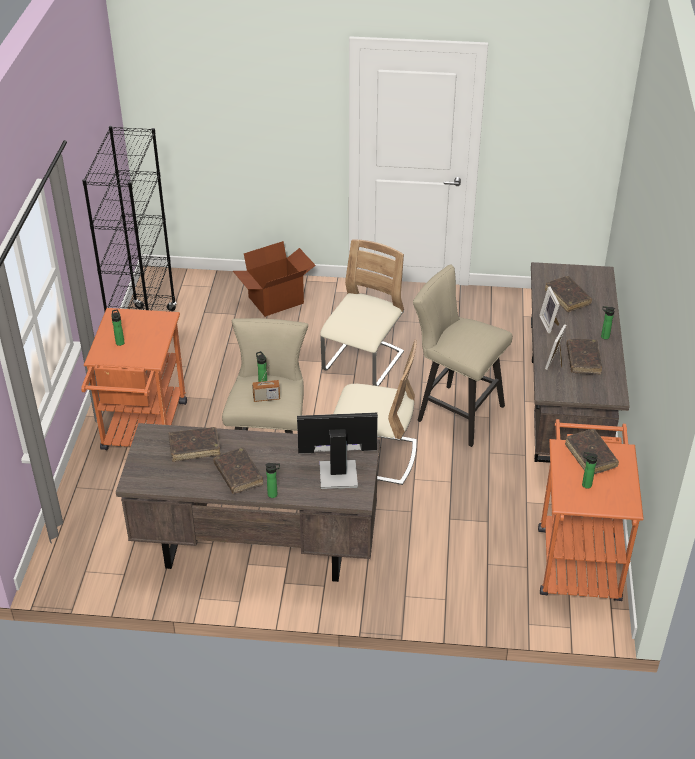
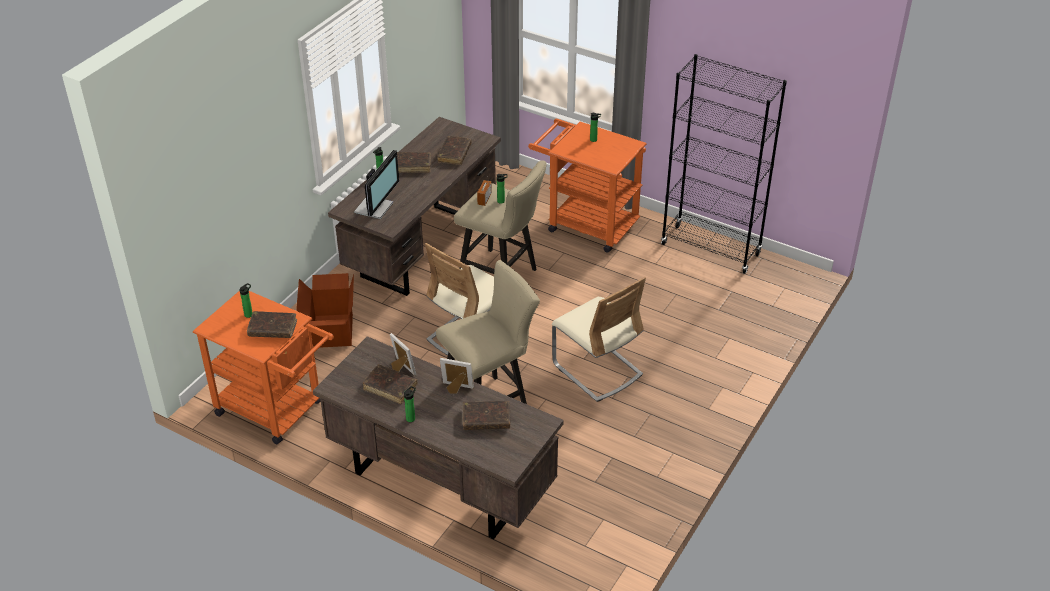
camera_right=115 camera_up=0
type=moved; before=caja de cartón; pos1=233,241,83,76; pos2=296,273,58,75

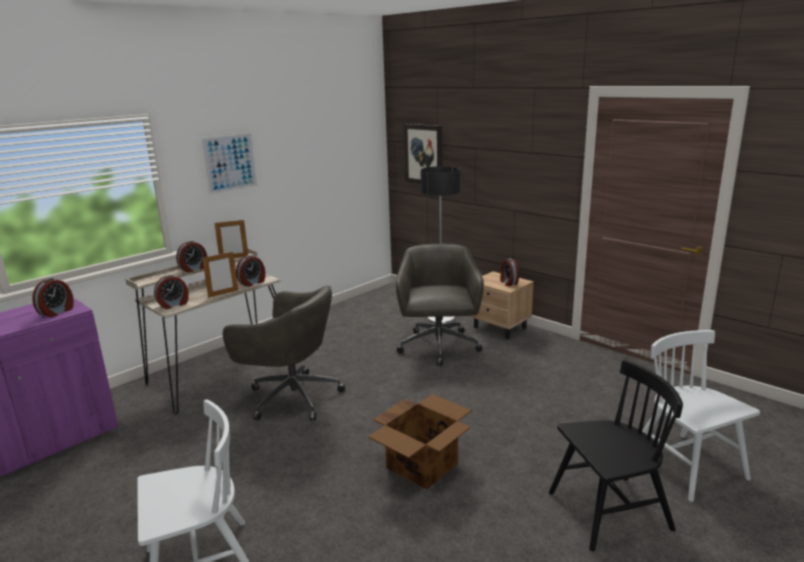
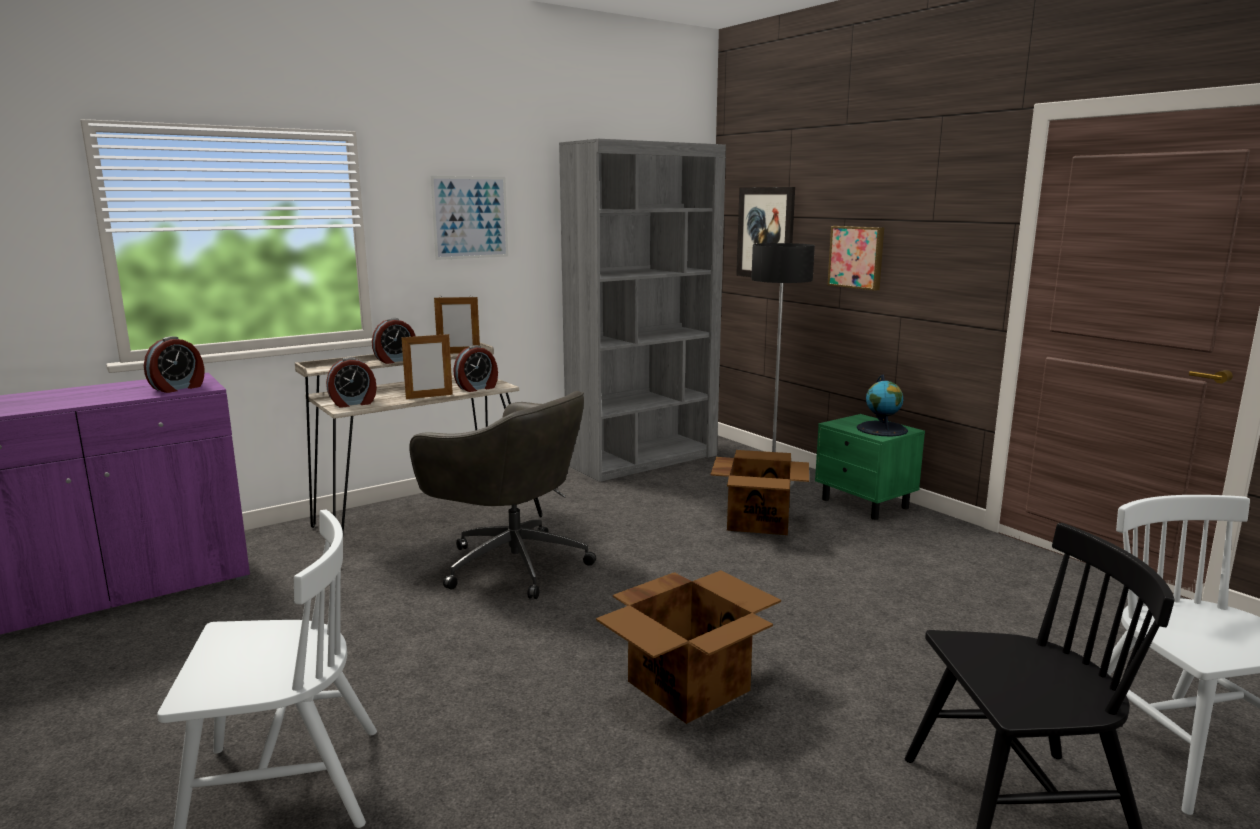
camera_right=10 camera_up=-5
type=replaced; before=silla de oficina [gris]; after=caja de cartón; pos1=396,244,88,122; pos2=710,450,99,85
type=recoloured; before=mesita de noche [beis]; after=mesita de noche [verde]; pos1=469,271,65,68; pos2=815,414,110,106
type=replaced; before=despertador; after=globo terráqueo; pos1=500,258,19,28; pos2=857,375,51,62
type=added; after=estantería [gris]; pos2=559,139,167,343
type=added; after=cuadro; pos2=827,226,57,65

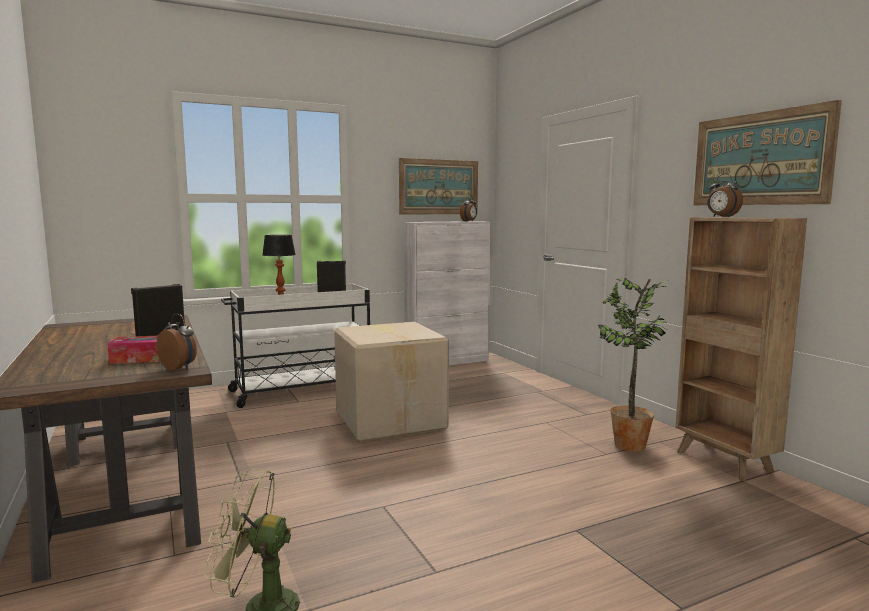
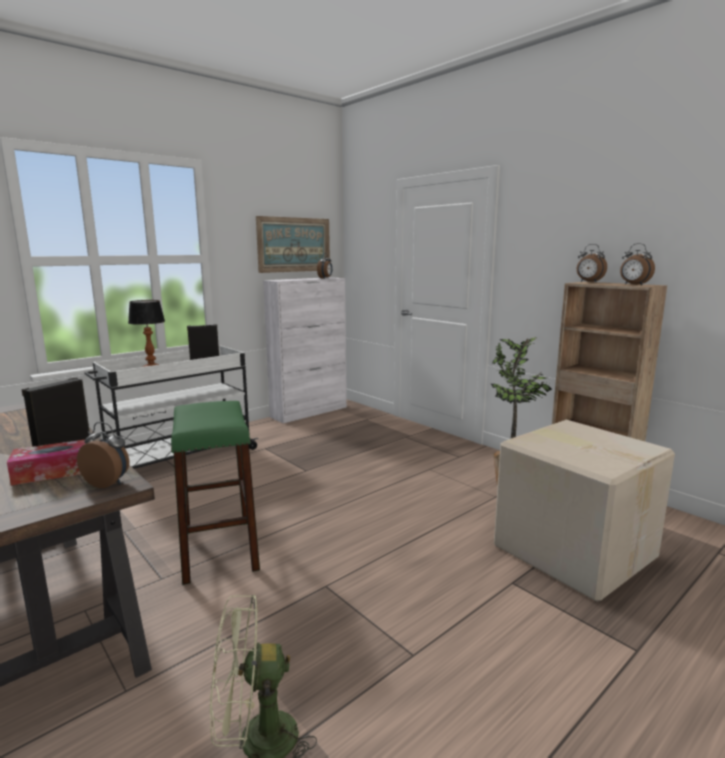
camera_right=-15 camera_up=5
type=moved; before=caja de cartón; pos1=334,322,115,120; pos2=494,420,181,182
type=removed; before=cuadro; pos1=693,100,149,105
type=added; after=taburete [verde]; pos2=171,401,89,184
type=added; after=despertador; pos2=620,243,35,42

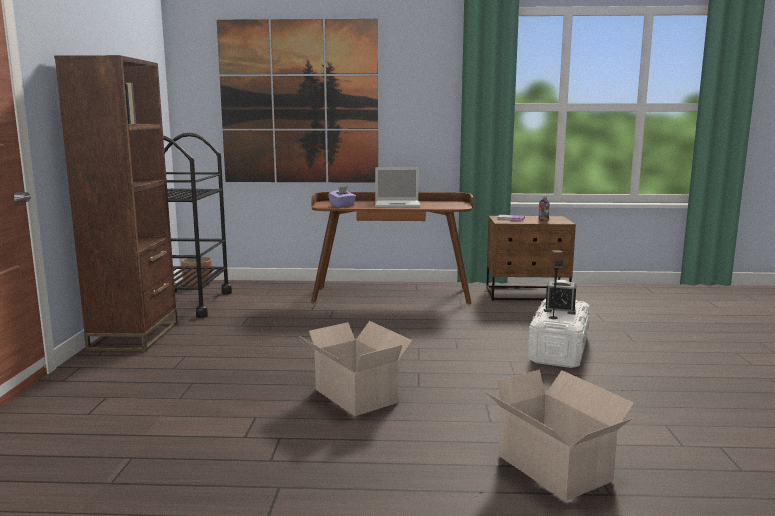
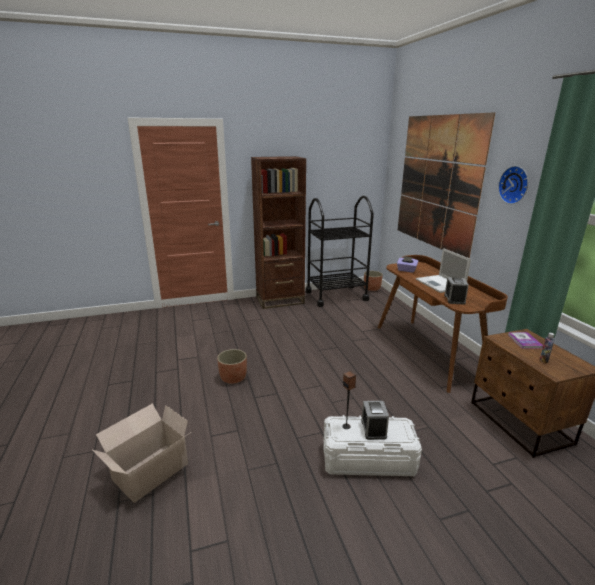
camera_right=70 camera_up=10
type=replaced; before=caja de cartón; after=maceta; pos1=300,321,113,95; pos2=217,349,30,35
type=added; after=despertador; pos2=444,277,25,28
type=added; after=reloj de pared; pos2=498,166,30,38

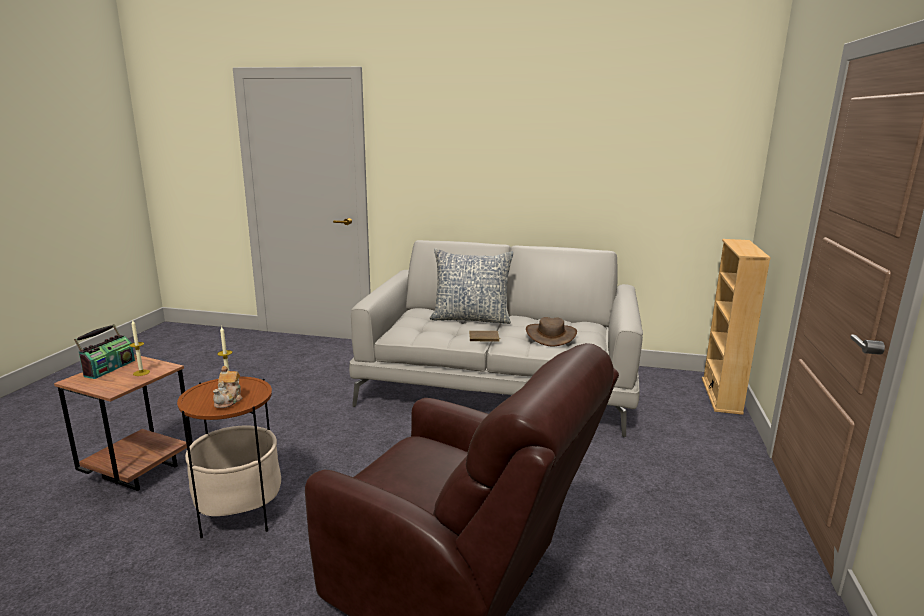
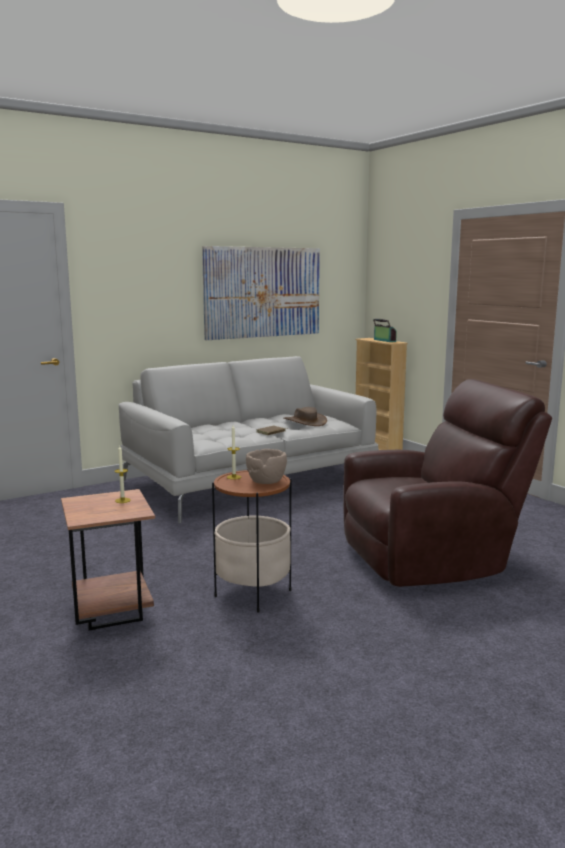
camera_right=-45 camera_up=-5
type=moved; before=radio; pos1=74,324,61,55; pos2=373,319,24,23
type=replaced; before=tetera; after=cuenco [marrón]; pos1=213,366,29,42; pos2=246,449,41,35
type=removed; before=cojín; pos1=430,249,84,75
type=added; after=cuadro; pos2=202,246,118,94

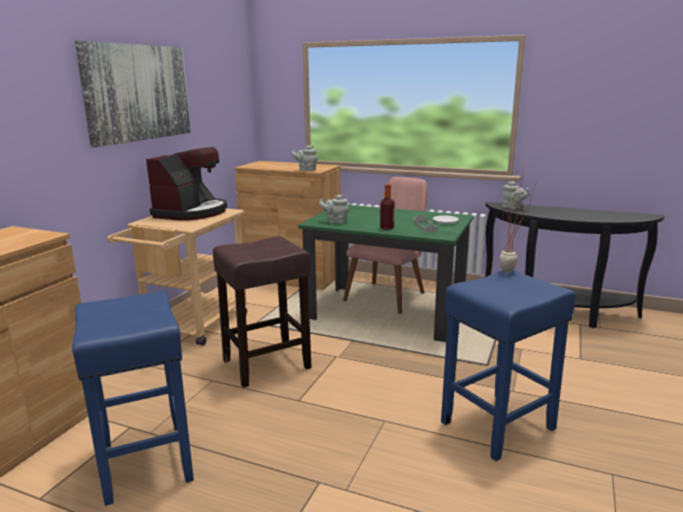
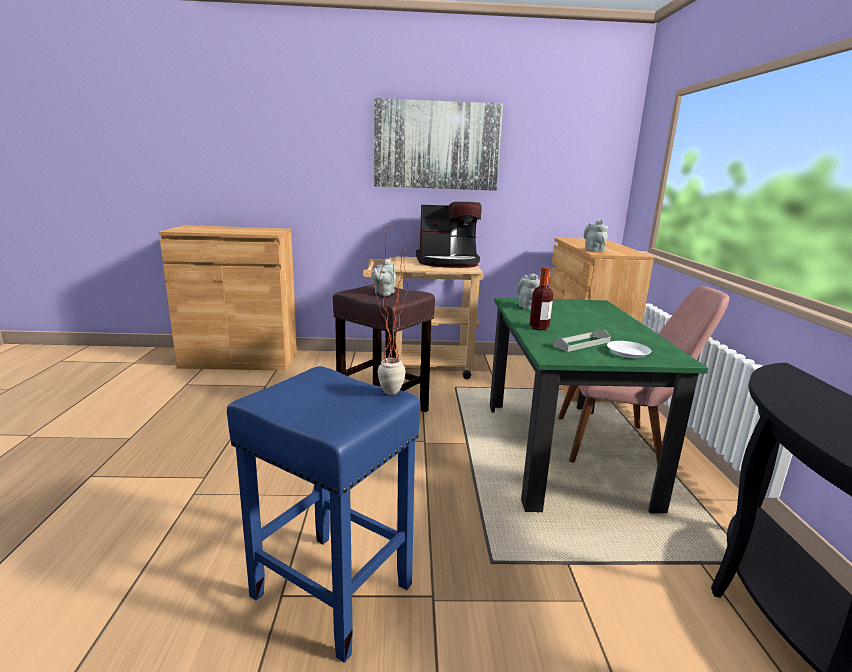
camera_right=65 camera_up=0
type=removed; before=taburete [azul]; pos1=72,291,122,215
type=moved; before=tetera [gris]; pos1=502,181,29,29; pos2=371,259,25,37

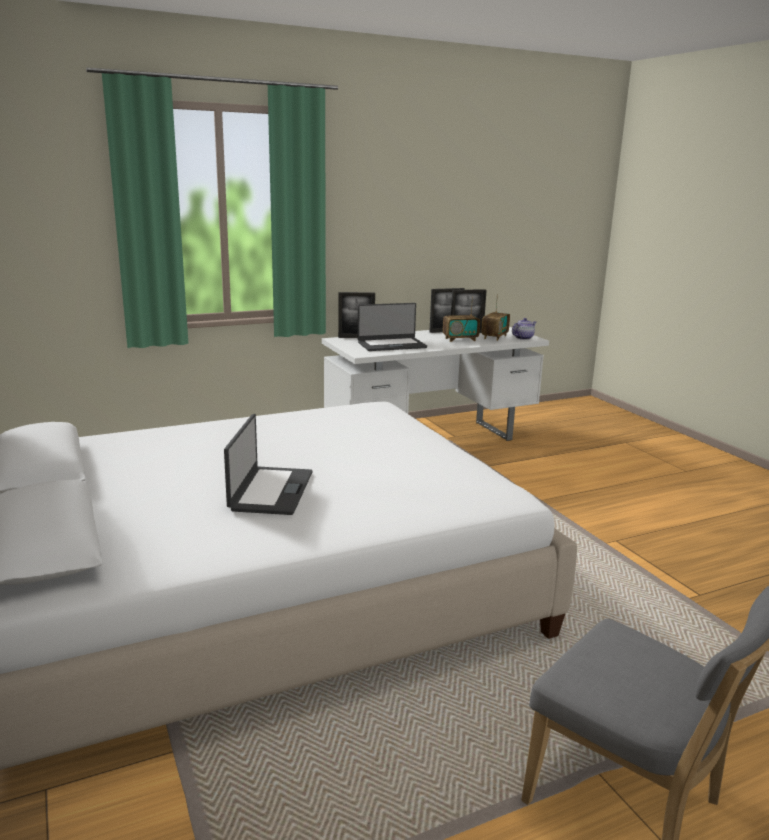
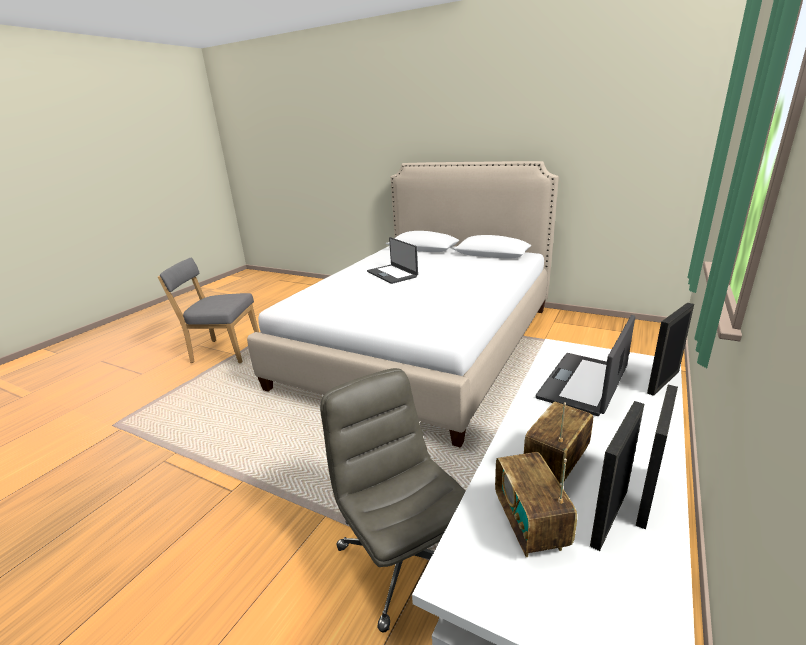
camera_right=145 camera_up=5
type=removed; before=tetera; pos1=512,318,24,22
type=added; after=silla de oficina [gris]; pos2=320,368,146,265

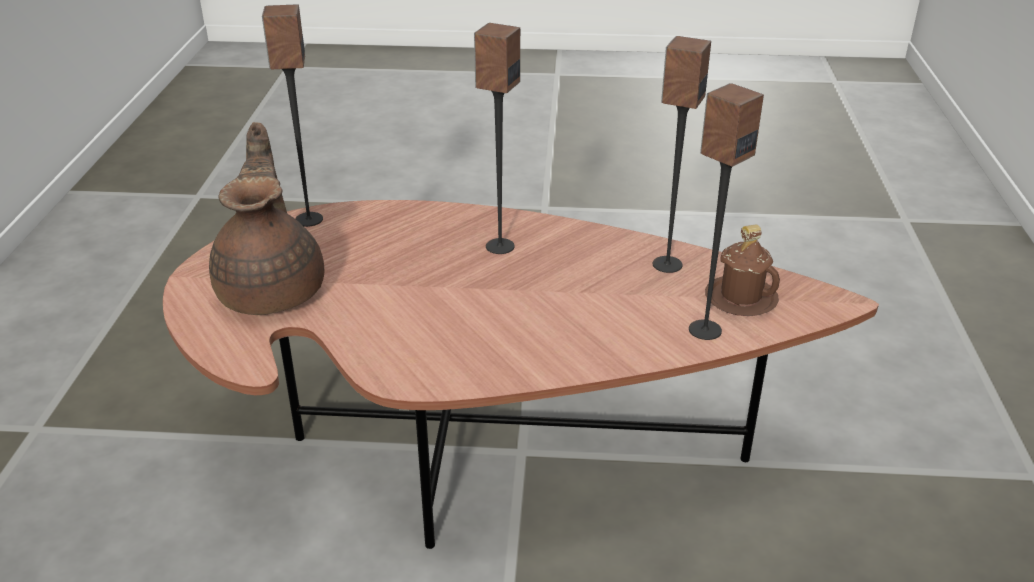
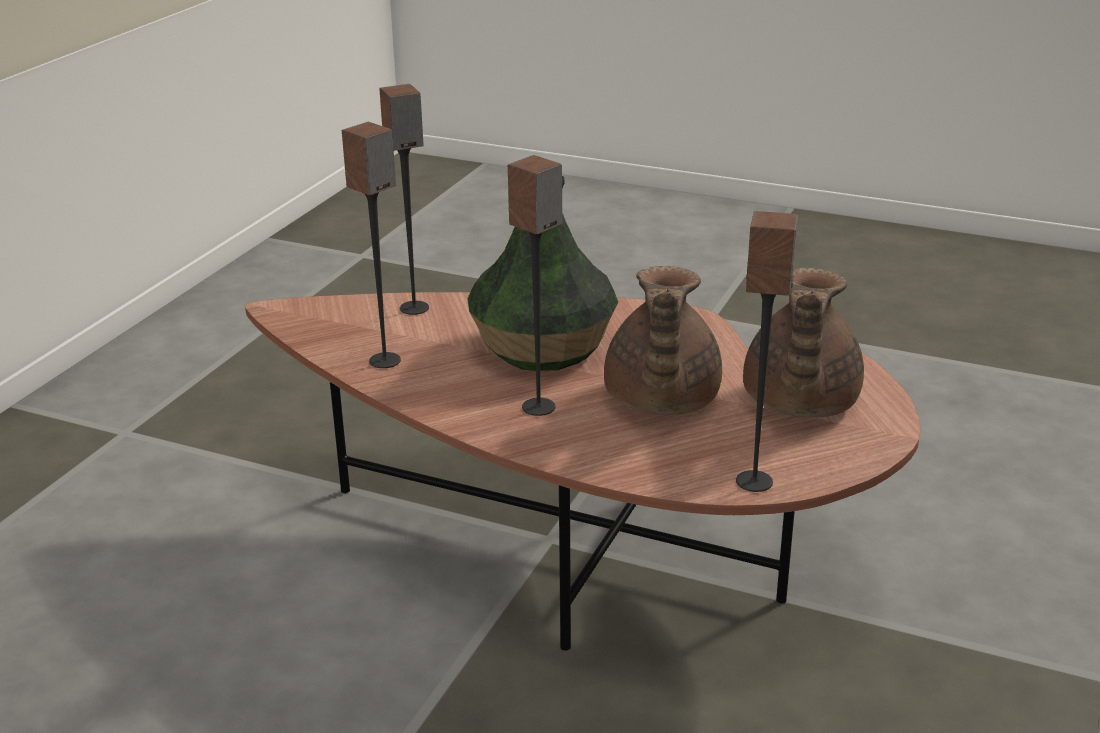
camera_right=-160 camera_up=-5
type=removed; before=taza grande [marrón]; pos1=705,224,75,92
type=added; after=florero; pos2=467,176,151,195
type=added; after=tetera [marrón]; pos2=604,266,118,149

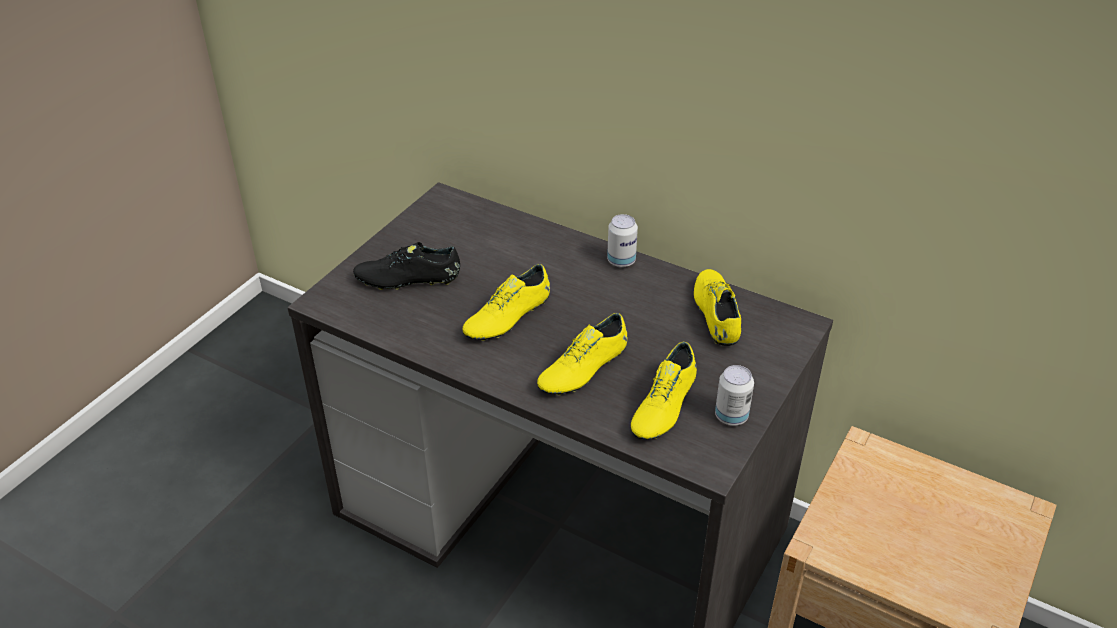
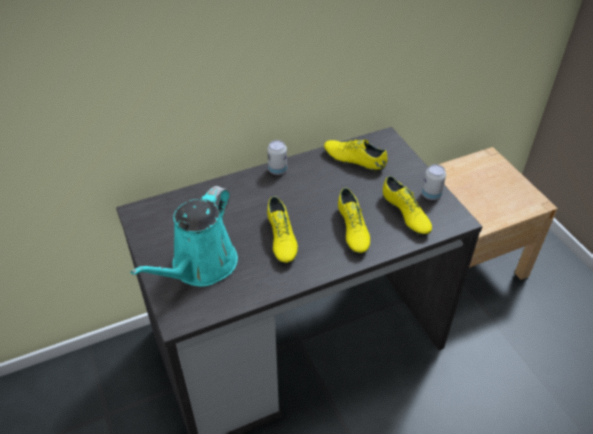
camera_right=-55 camera_up=5
type=replaced; before=zapato [negro]; after=regadera [turquesa]; pos1=353,242,107,48; pos2=130,186,108,100

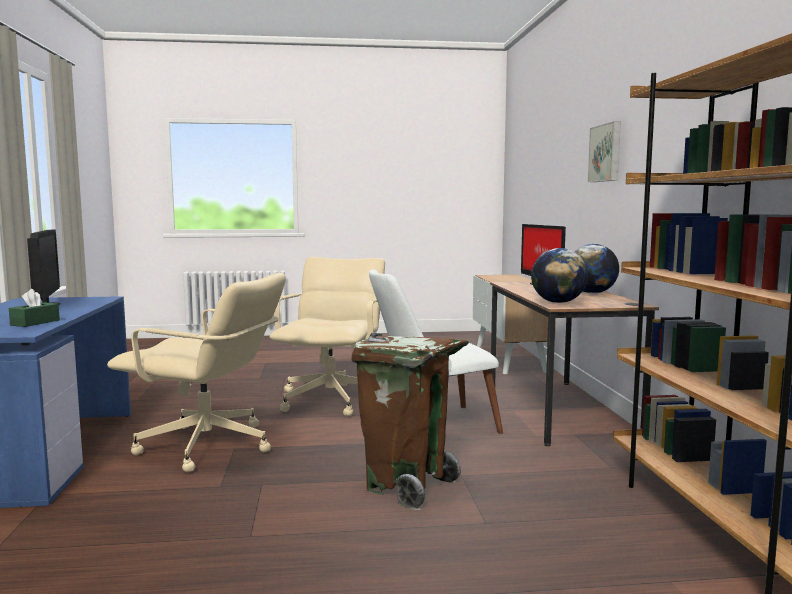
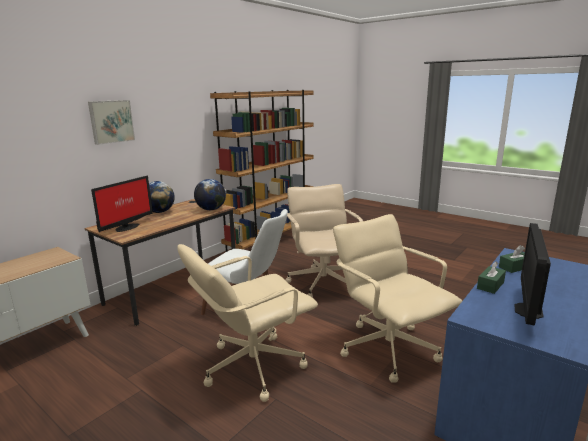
camera_right=-135 camera_up=10
type=replaced; before=papelera [marrón]; after=silla de oficina [beis]; pos1=352,333,117,177; pos2=285,184,78,114
type=added; after=caja de pañuelos [verde]; pos2=477,261,29,33

